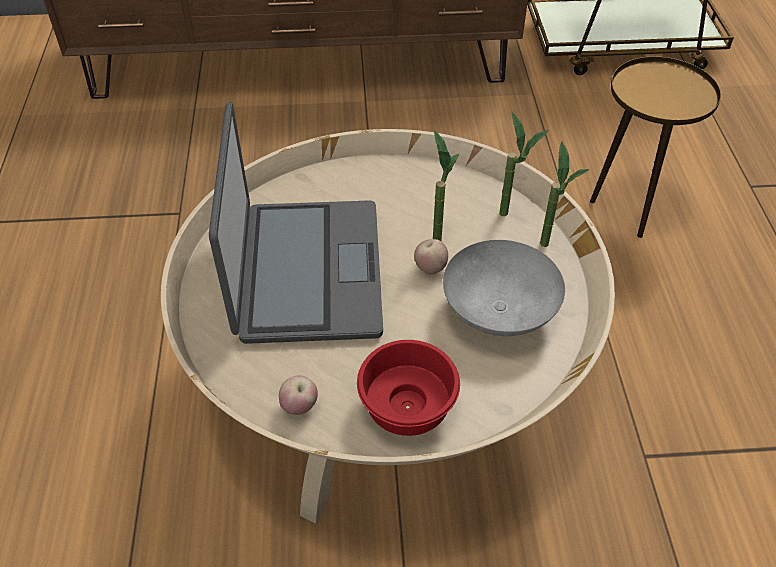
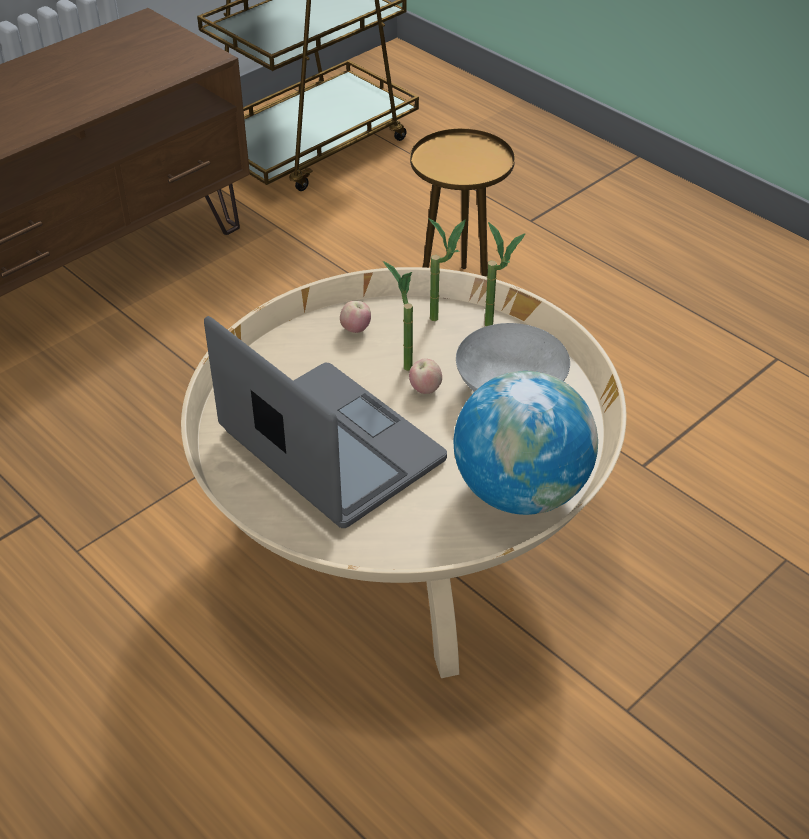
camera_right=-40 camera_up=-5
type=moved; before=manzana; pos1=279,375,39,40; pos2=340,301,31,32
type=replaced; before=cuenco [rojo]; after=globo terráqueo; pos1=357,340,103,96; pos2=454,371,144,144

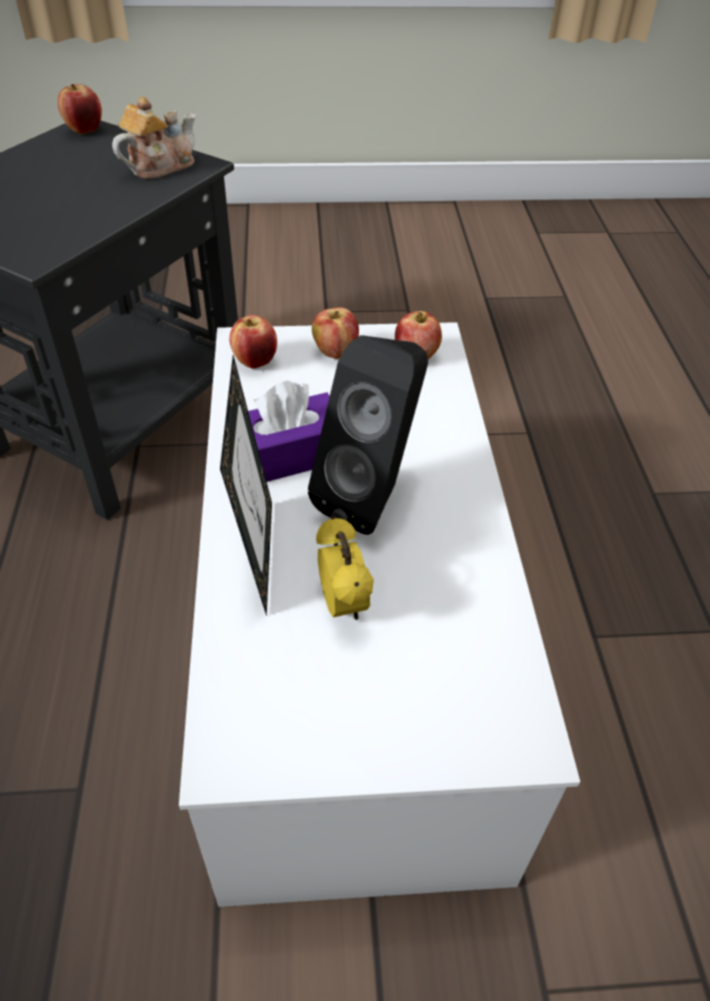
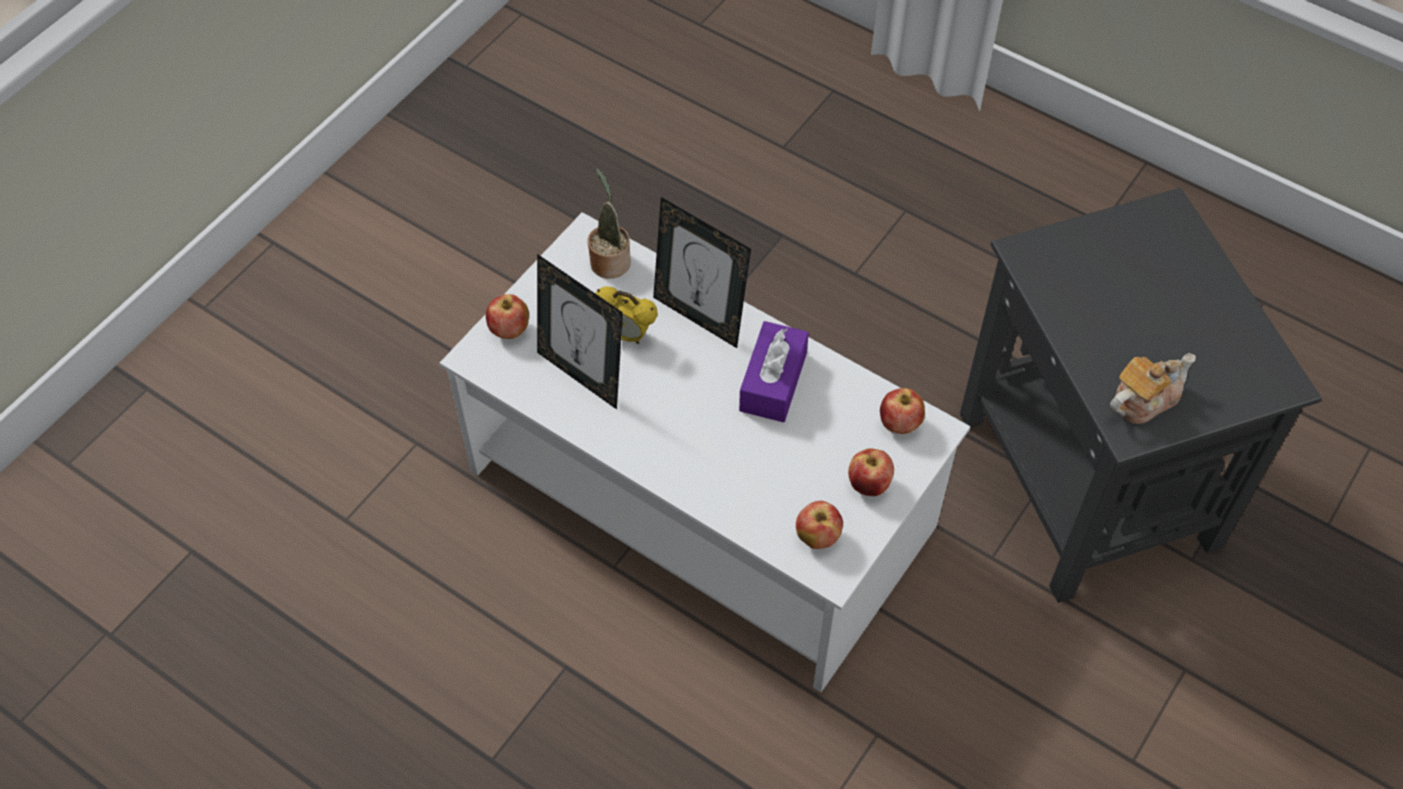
camera_right=130 camera_up=10
type=moved; before=manzana; pos1=58,84,44,50; pos2=486,294,43,45
type=turned; before=tetera; pos1=112,97,84,82; pos2=1110,353,85,71; turn=-120
type=removed; before=altavoz [negro]; pos1=308,335,120,200
type=added; after=portarretratos; pos2=537,254,86,155
type=added; after=planta en maceta; pos2=588,169,43,109

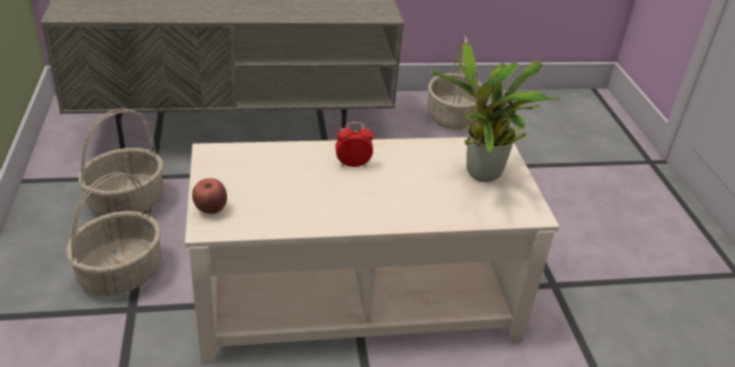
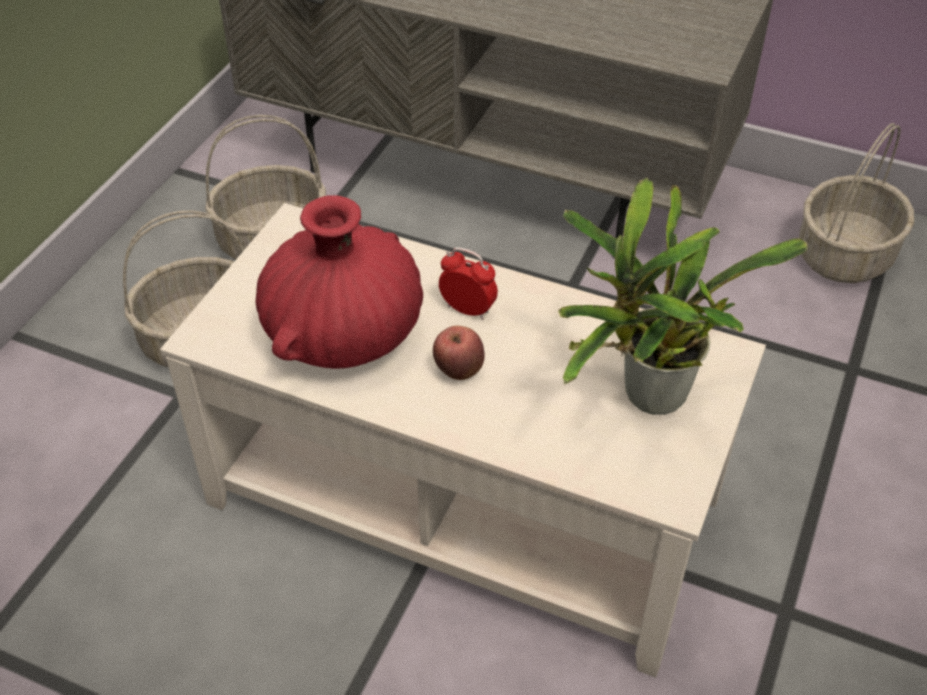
camera_right=35 camera_up=10
type=moved; before=manzana; pos1=192,178,35,36; pos2=433,326,52,54
type=added; after=florero [rojo]; pos2=256,195,167,174

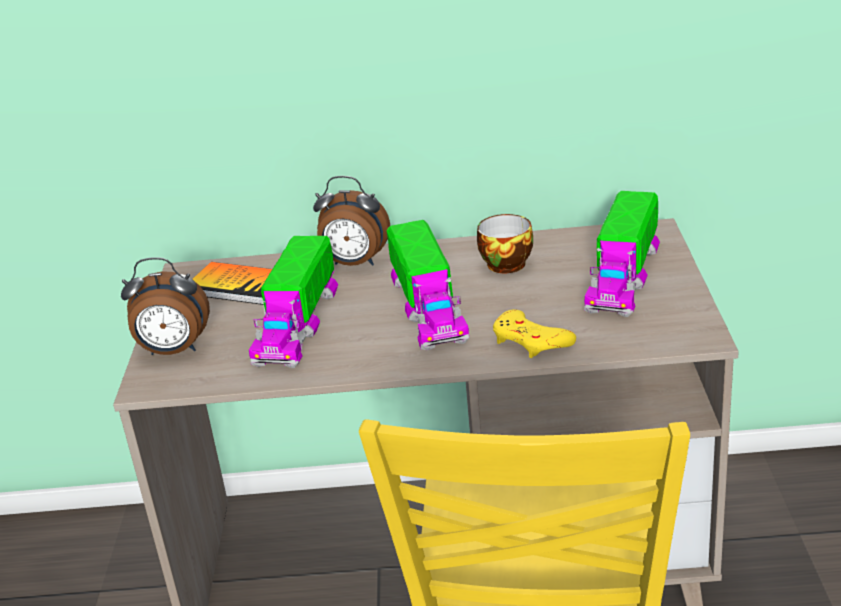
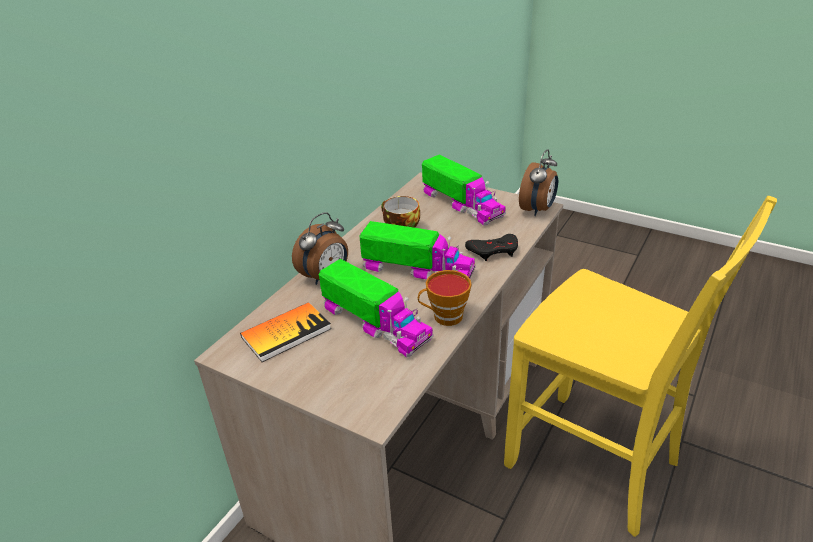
camera_right=-60 camera_up=5
type=moved; before=despertador; pos1=121,257,89,98; pos2=519,149,39,67
type=recoloured; before=mando de consola [amarillo]; after=mando de consola [negro]; pos1=493,309,83,49; pos2=465,234,53,27
type=added; after=taza; pos2=418,270,54,56

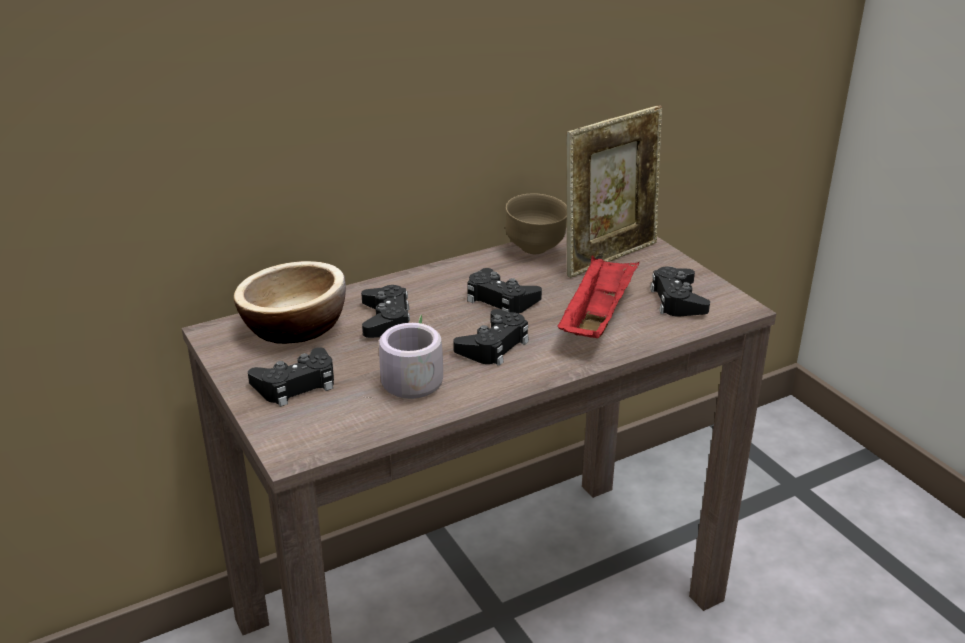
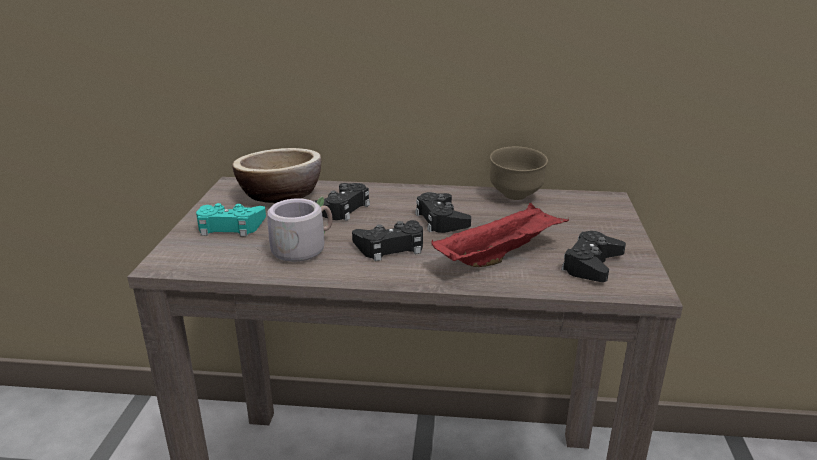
camera_right=35 camera_up=-5
type=recoloured; before=mando de consola [negro]; after=mando de consola [turquesa]; pos1=248,347,86,60; pos2=196,203,70,34
type=removed; before=portarretratos; pos1=566,105,96,173

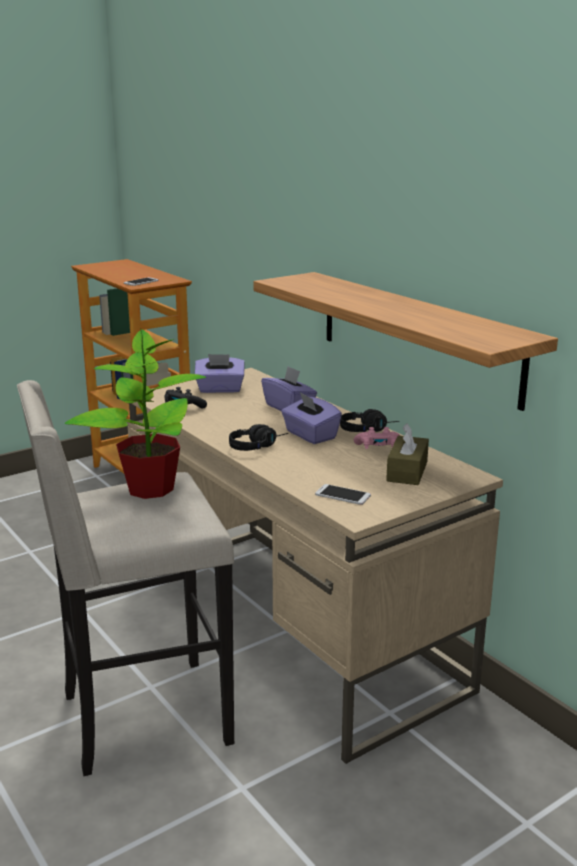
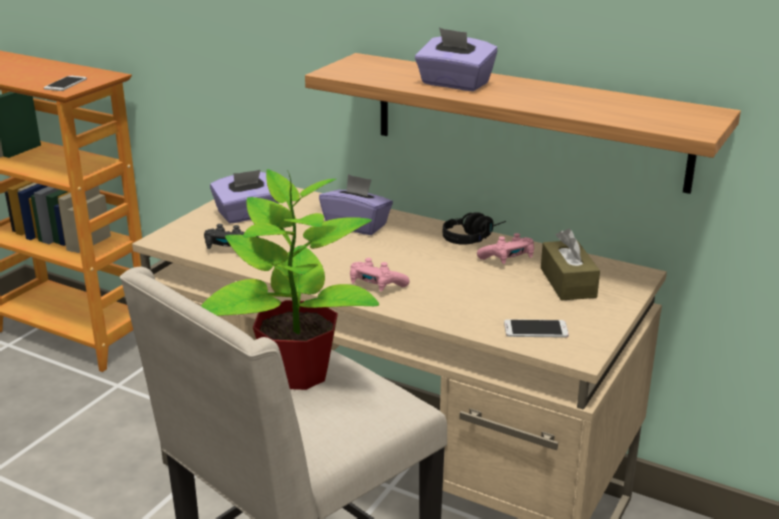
camera_right=-25 camera_up=5
type=replaced; before=auriculares [negro]; after=mando de consola [rosa]; pos1=229,424,59,27; pos2=350,258,60,34
type=moved; before=caja de pañuelos [morado]; pos1=281,392,61,52; pos2=415,28,83,63

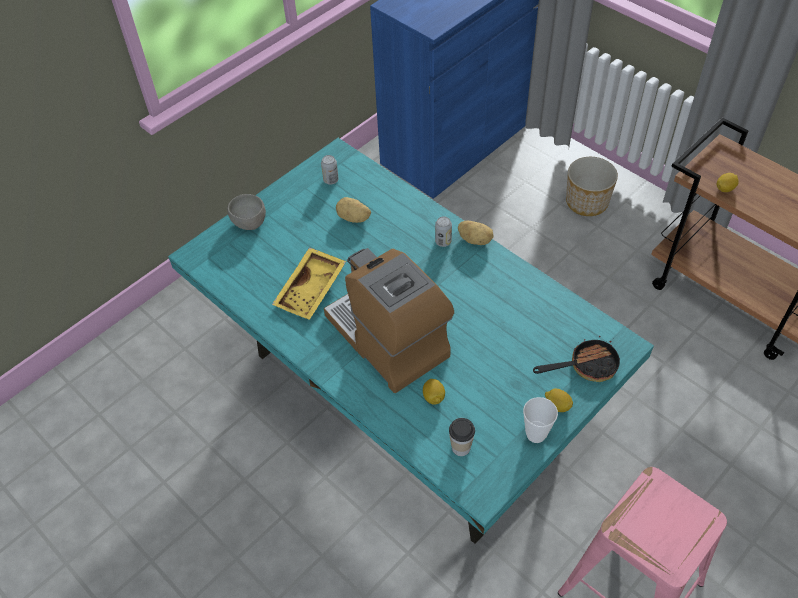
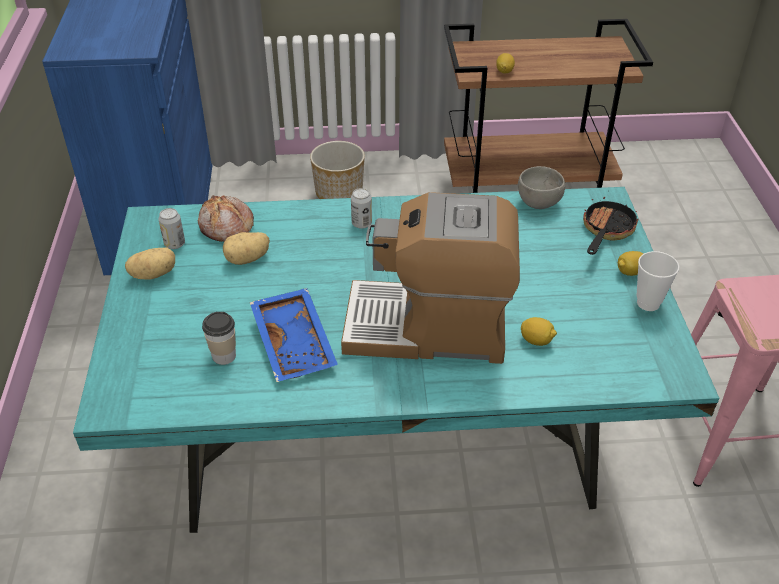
camera_right=-50 camera_up=-10
type=moved; before=cuenco [gris]; pos1=227,194,39,36; pos2=518,166,47,43
type=recoloured; before=bandeja [amarillo]; after=bandeja [azul]; pos1=272,247,74,73; pos2=250,288,88,94
type=moved; before=taza; pos1=449,418,26,38; pos2=202,312,34,53
type=moved; before=patata; pos1=458,221,36,24; pos2=125,247,50,33
type=added; after=pan; pos2=198,195,56,47

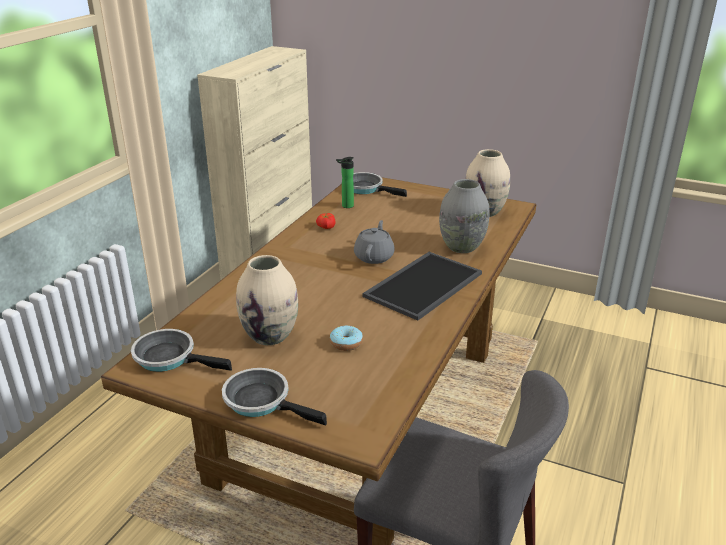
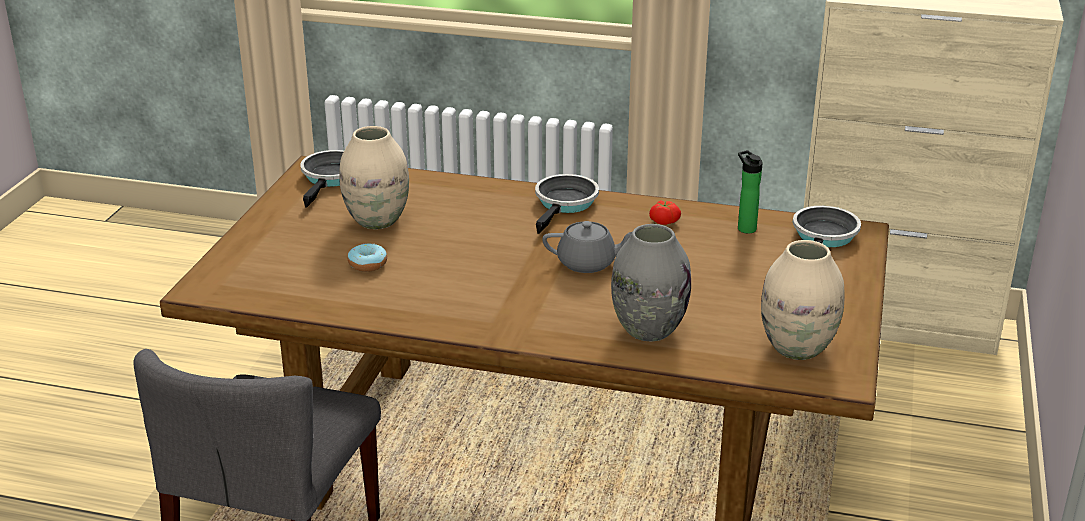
camera_right=80 camera_up=0
type=moved; before=sartén; pos1=222,368,105,58; pos2=535,174,64,60
type=removed; before=bandeja; pos1=362,252,120,69

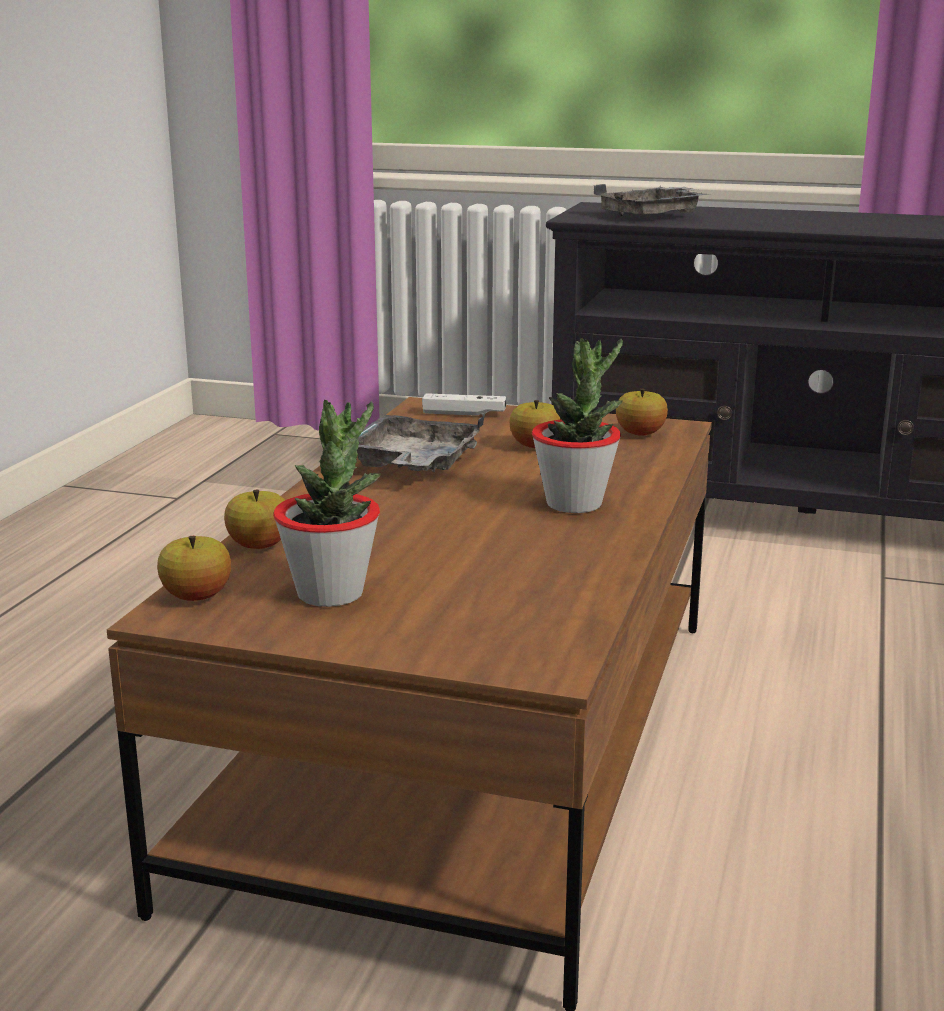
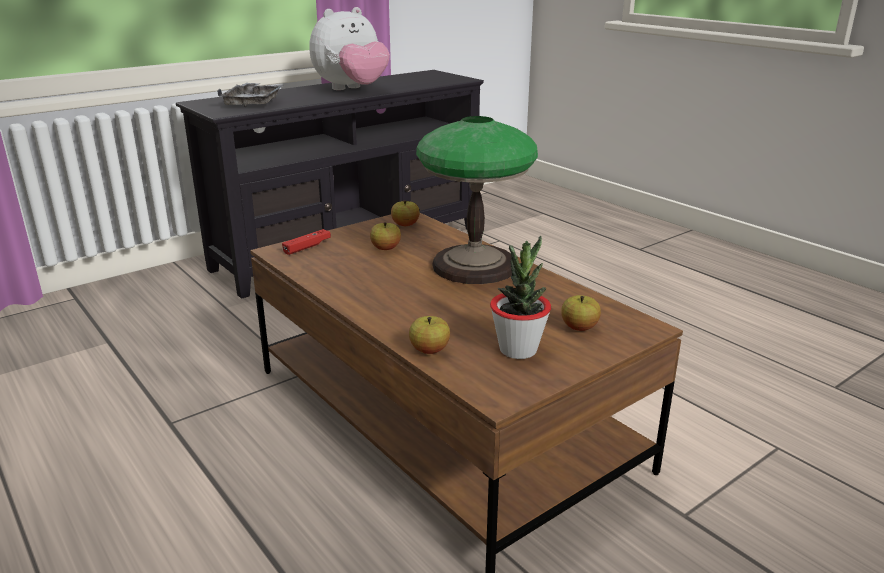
camera_right=-55 camera_up=5
type=moved; before=manzana; pos1=157,536,74,65; pos2=561,295,40,36
type=removed; before=bandeja [gris]; pos1=357,415,128,57
type=recoloured; before=mando de consola [blanco]; after=mando de consola [rojo]; pos1=422,393,84,23; pos2=282,229,49,26
type=replaced; before=planta en maceta; after=lámpara de mesa; pos1=532,338,91,175; pos2=416,116,122,168
type=added; after=peluche; pos2=309,7,81,83

